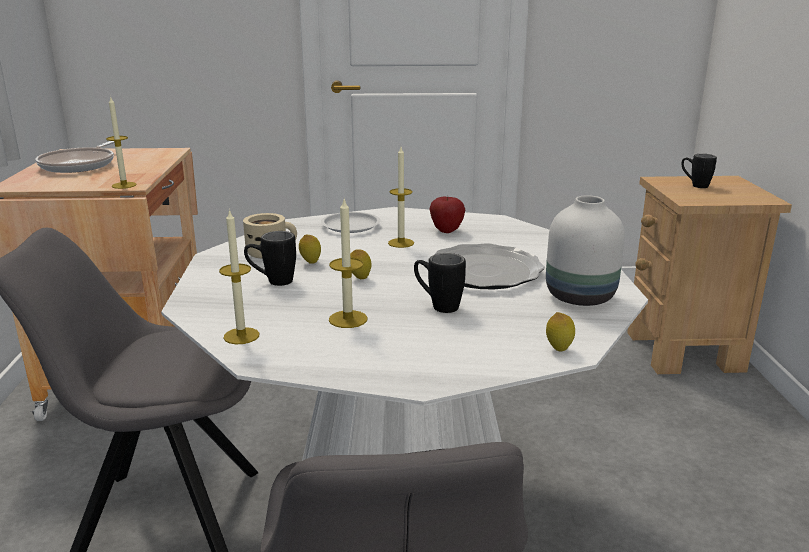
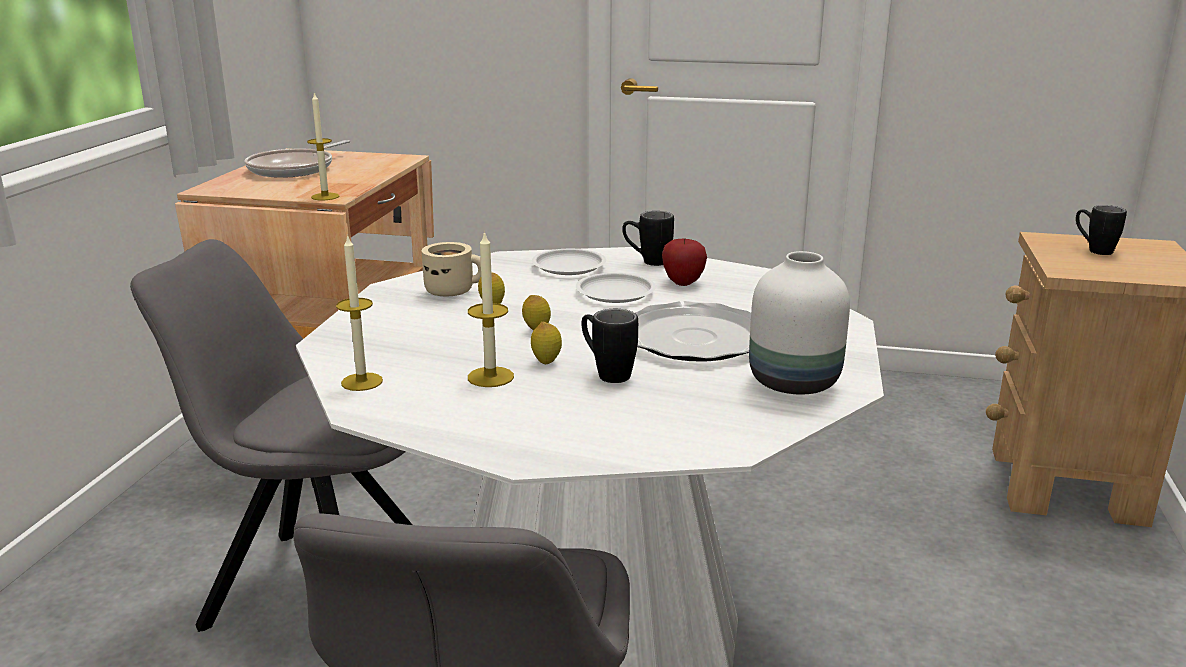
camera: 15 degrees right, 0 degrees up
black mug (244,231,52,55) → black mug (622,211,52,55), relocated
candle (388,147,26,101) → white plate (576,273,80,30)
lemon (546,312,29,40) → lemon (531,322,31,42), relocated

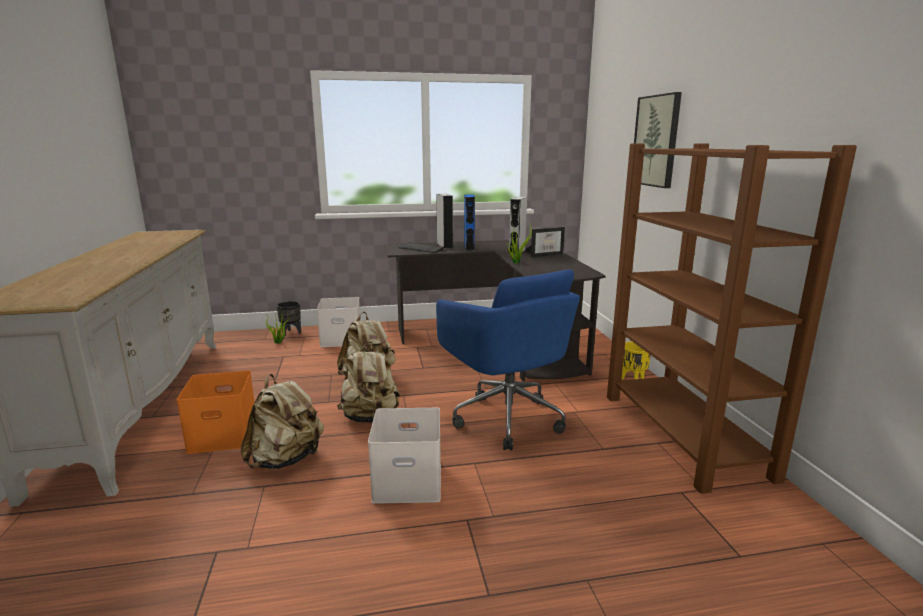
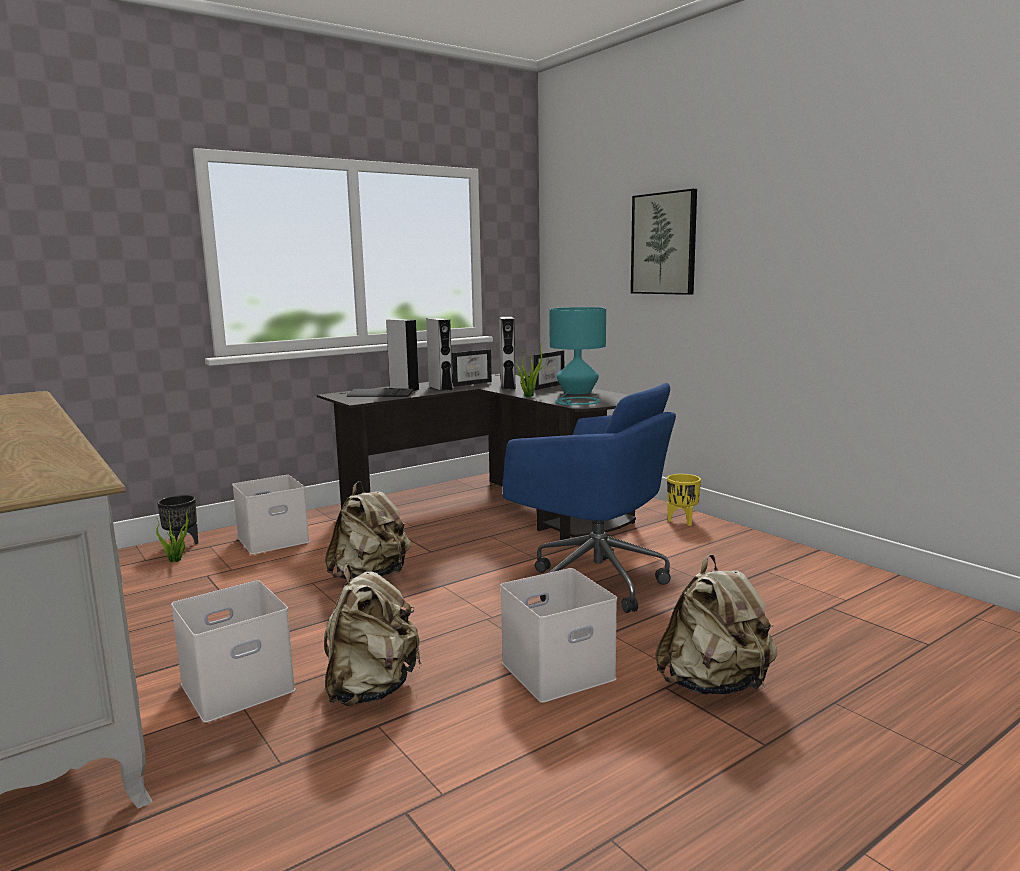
camera: 25 degrees left, 5 degrees down
orange storage box (176,371,78,83) → white storage box (171,580,125,143)
beige backpack (337,342,63,81) → beige backpack (655,554,122,141), relocated
blue speaker (464,195,11,56) → grey speaker (426,318,27,73)
brown bookcase (607,143,250,351) → -
- → picture frame (452,349,40,38)
- → turquoise table lamp (549,307,57,98)

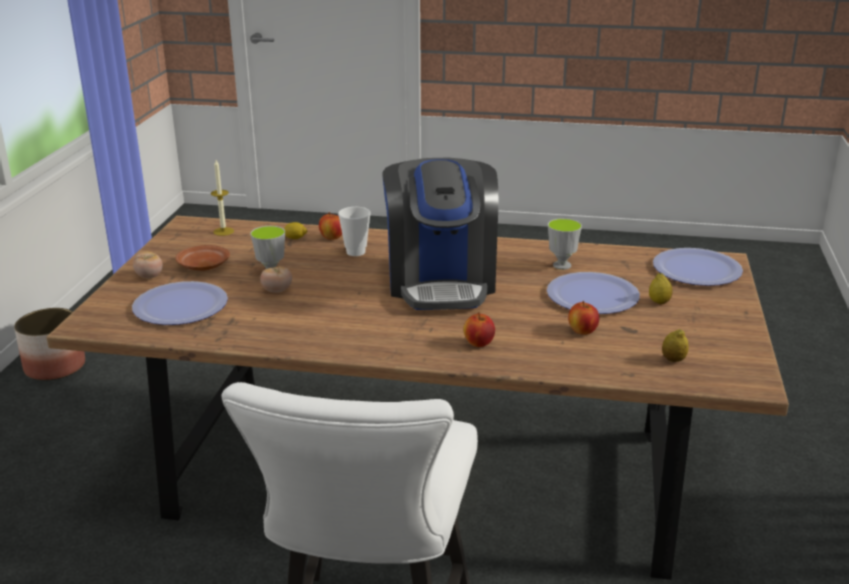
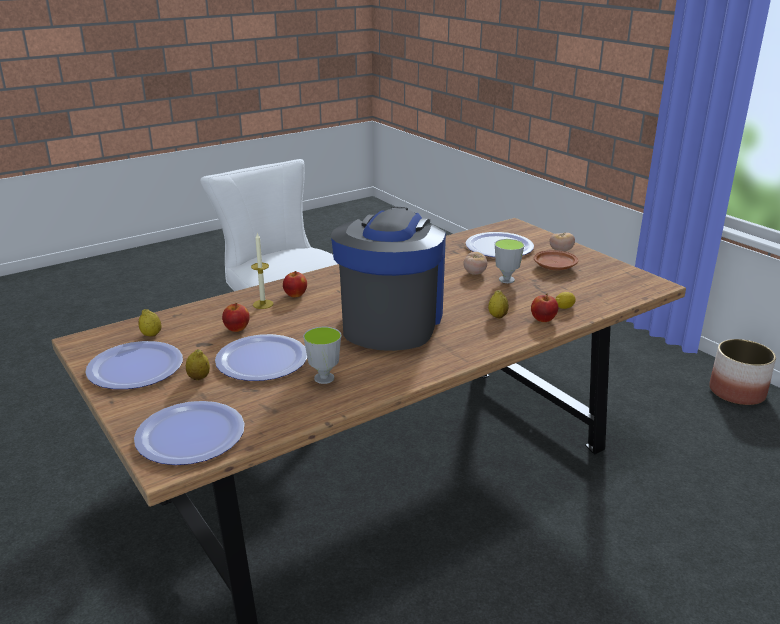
camera: 135 degrees right, 0 degrees up
candle (211,160,23,76) → candle (251,233,23,76), relocated
cup (338,207,33,49) → lemon (488,290,21,28)
coffee machine (382,158,116,152) → coffee machine (331,206,115,145), 60 degrees clockwise
- → plate (85,341,98,48)

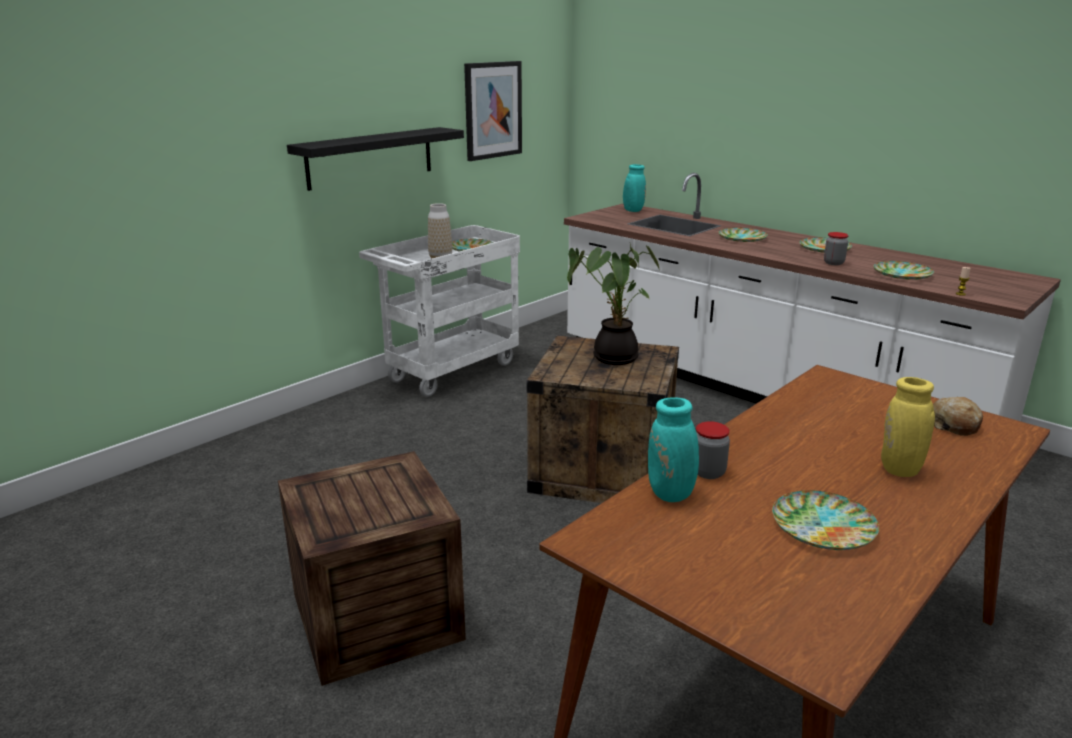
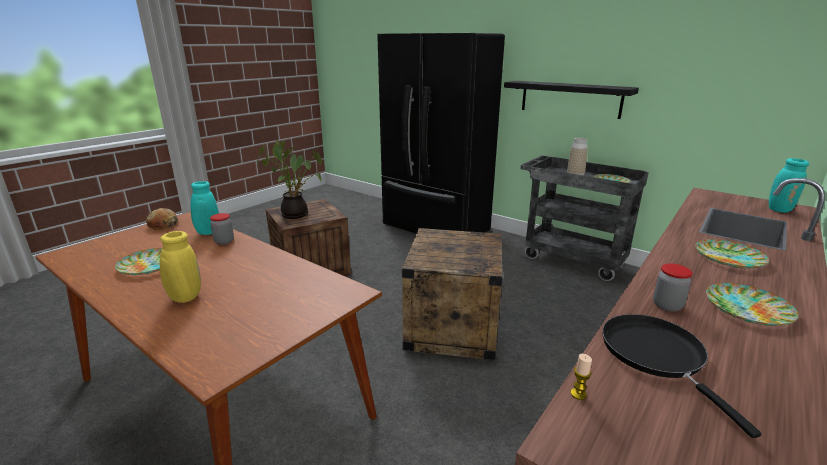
camera: 85 degrees right, 0 degrees up
white cart (359,225,161,172) → black cart (520,155,129,126)
picture (464,61,58,100) → -
potted plant (567,244,94,121) → potted plant (257,140,65,79), relocated
plate (874,261,60,19) → black frying pan (602,314,159,124)
bread (933,397,50,39) → bread (146,208,32,22), relocated
- → black fridge (377,33,128,201)

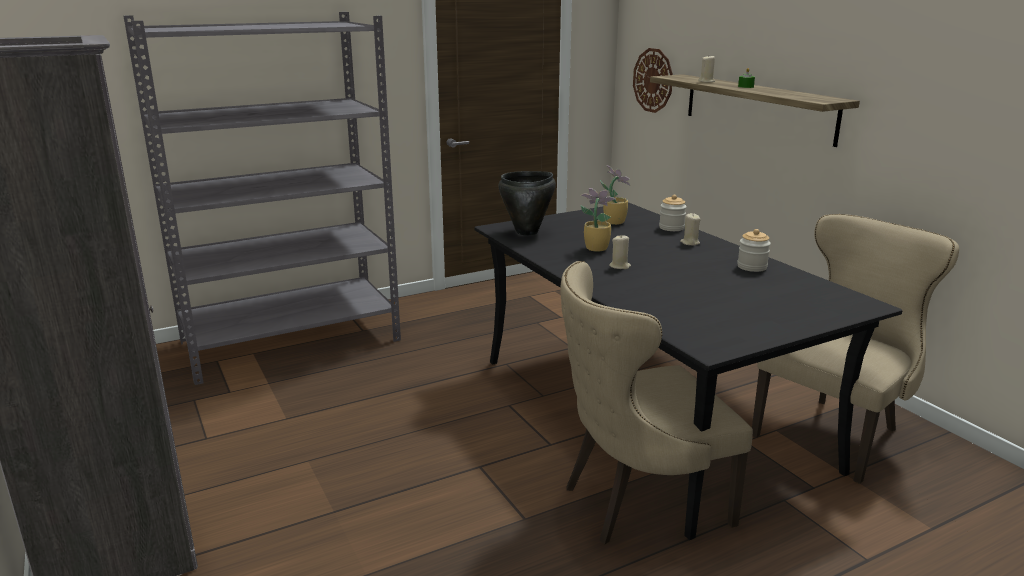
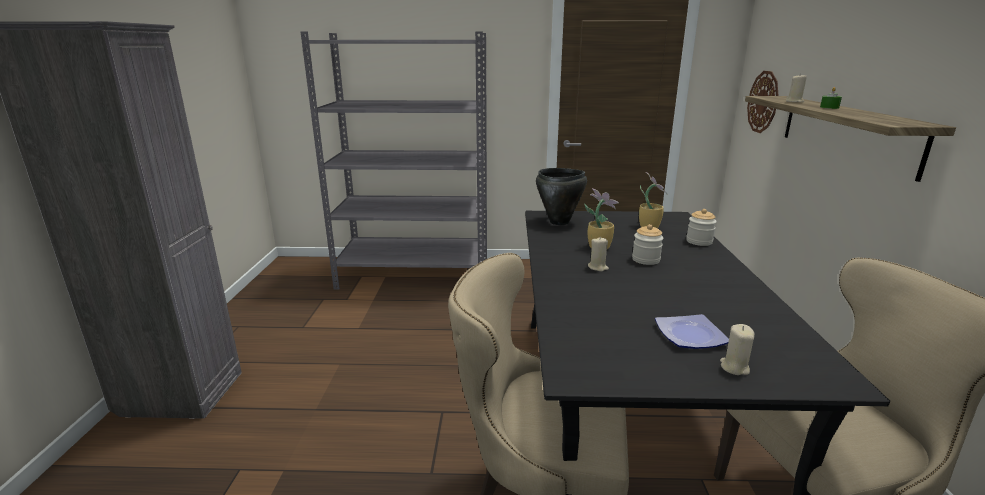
camera: 30 degrees right, 0 degrees up
beige candle (680,213,21,32) → beige candle (720,324,35,51), relocated
jar (737,229,34,43) → jar (632,224,31,41), relocated
- → plate (655,314,74,35)

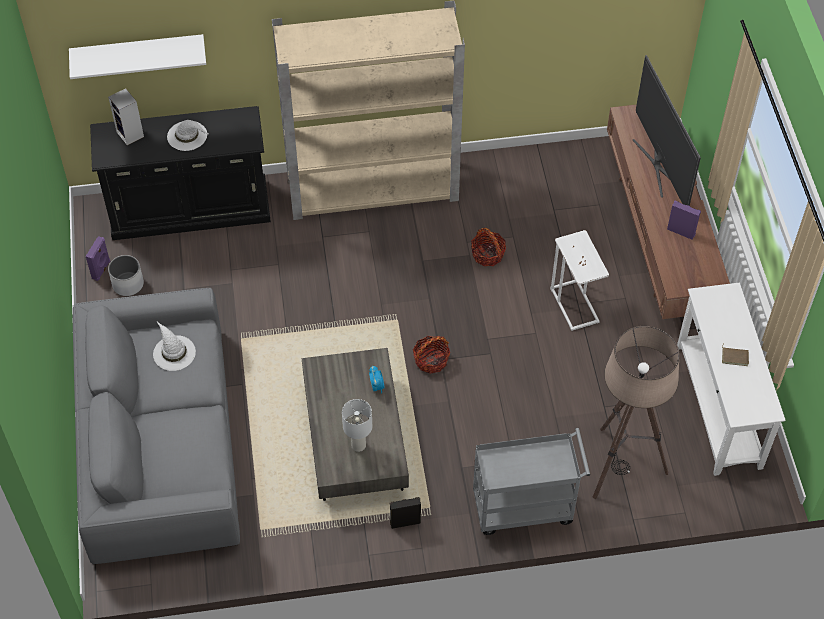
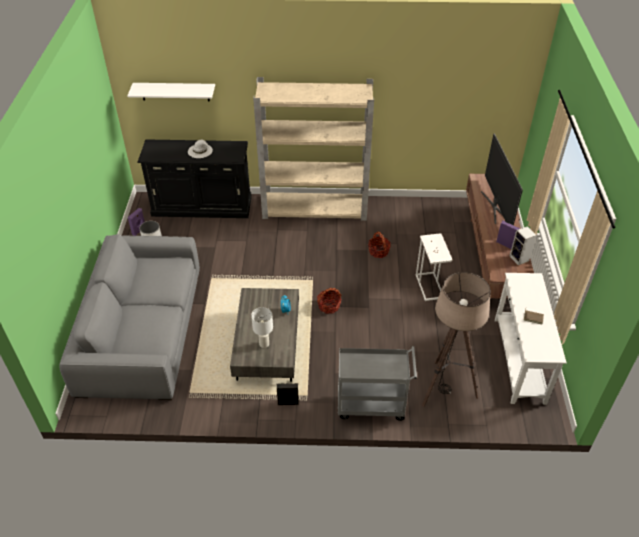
camera: 10 degrees right, 10 degrees down
speaker (108,88,36,57) → speaker (509,226,28,39), relocated
white hat (153,321,43,50) → -

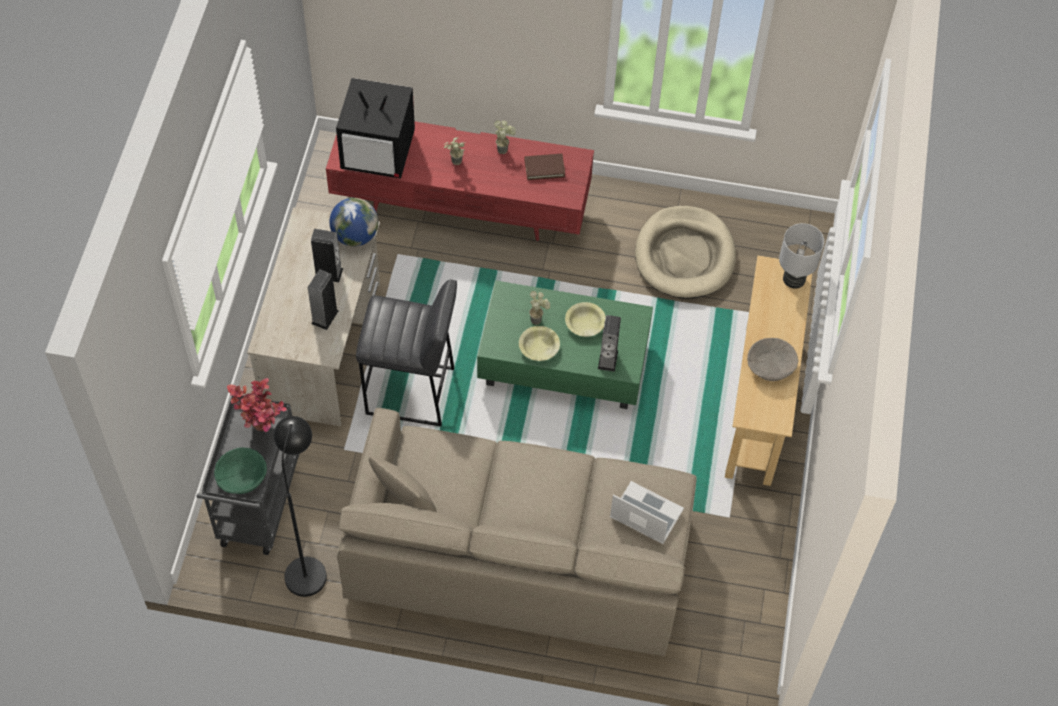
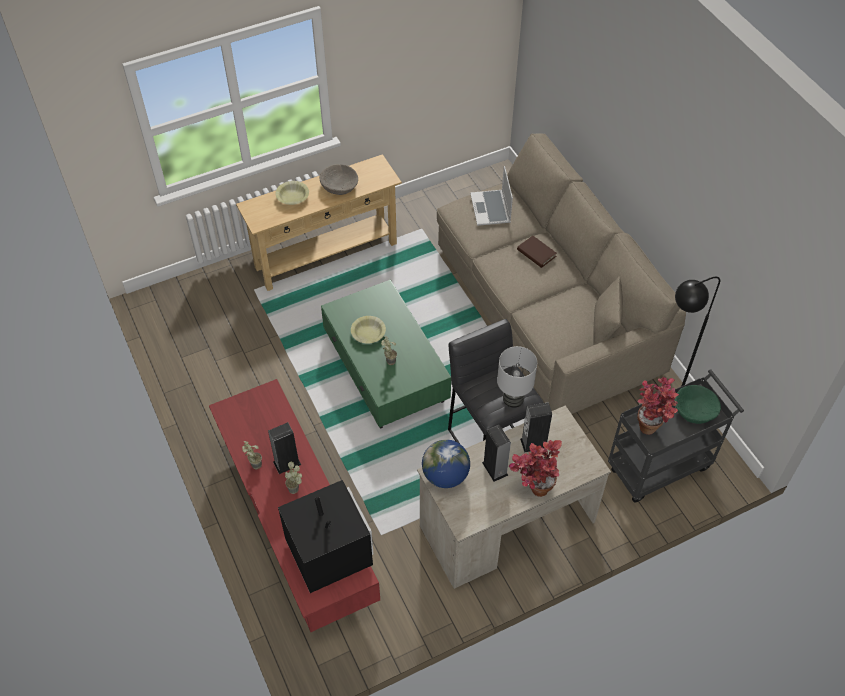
camera: 125 degrees left, 5 degrees down
yellow bowl (519,326,41,35) → yellow bowl (276,181,33,24), relocated
brown book (524,154,41,26) → brown book (517,235,40,33), relocated
speaker (598,315,23,57) → speaker (268,422,33,52), relocated
beige dog bed (635,206,101,93) → -
grey table lamp (779,223,45,66) → grey table lamp (497,346,40,62), relocated
- → potted plant (509,440,53,57)

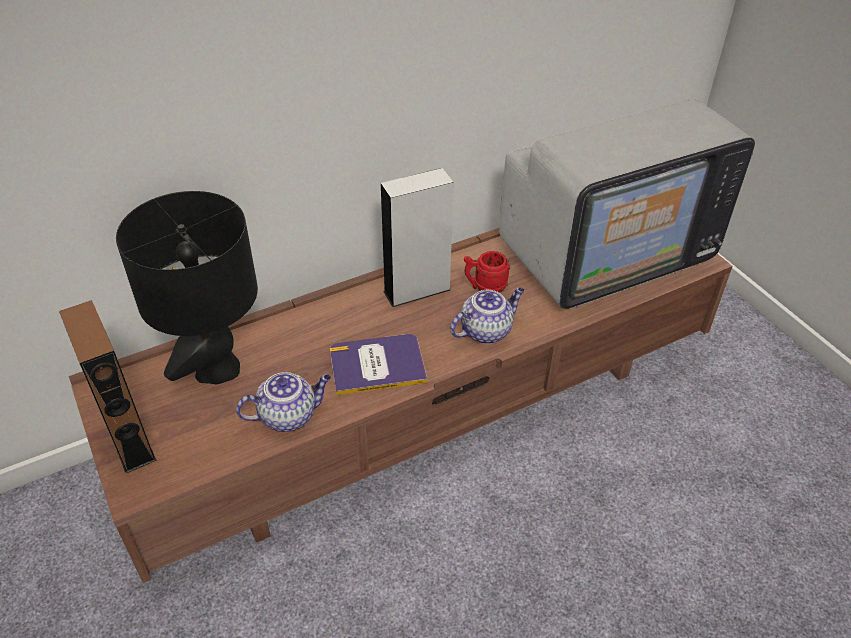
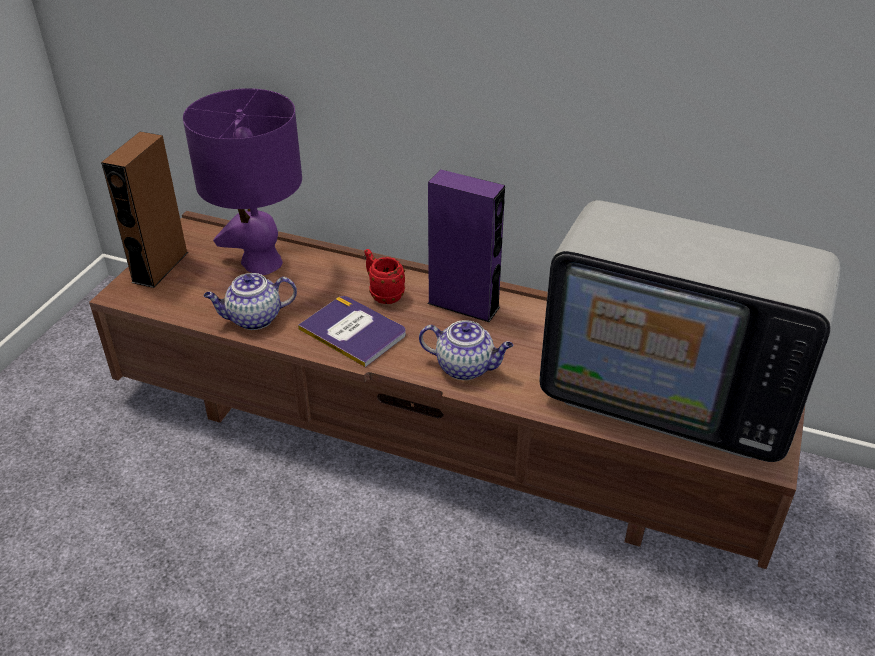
camera: 50 degrees right, 5 degrees down
black table lamp (116,191,142,193) → purple table lamp (183,88,119,187)
teapot (236,372,95,60) → teapot (203,273,94,57), 135 degrees clockwise
grey speaker (381,168,73,139) → purple speaker (427,169,78,153)
red mug (464,251,46,42) → red mug (364,249,41,55), relocated

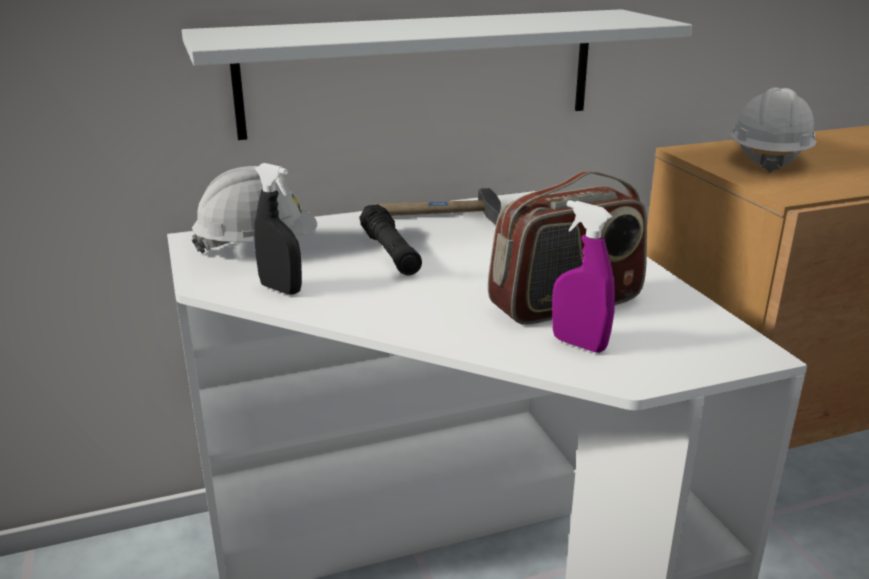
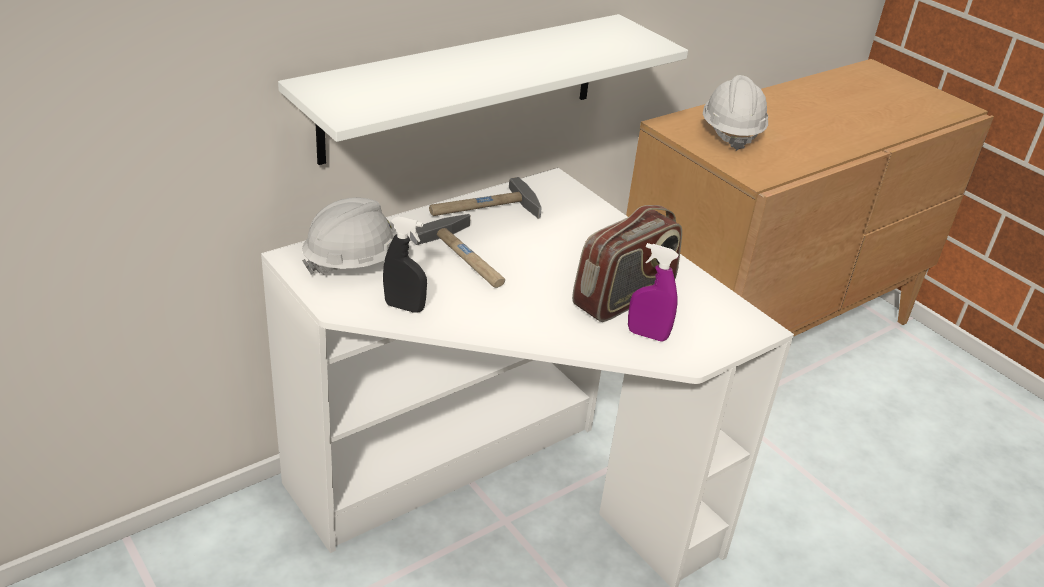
camera: 20 degrees left, 10 degrees up
black flashlight (359,204,63,71) → hammer (410,214,95,74)

